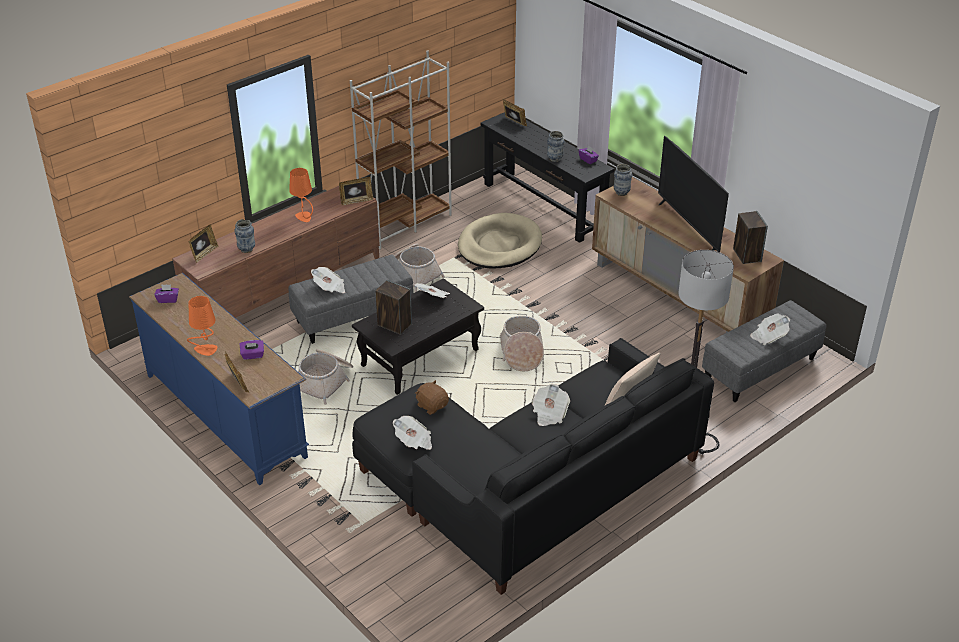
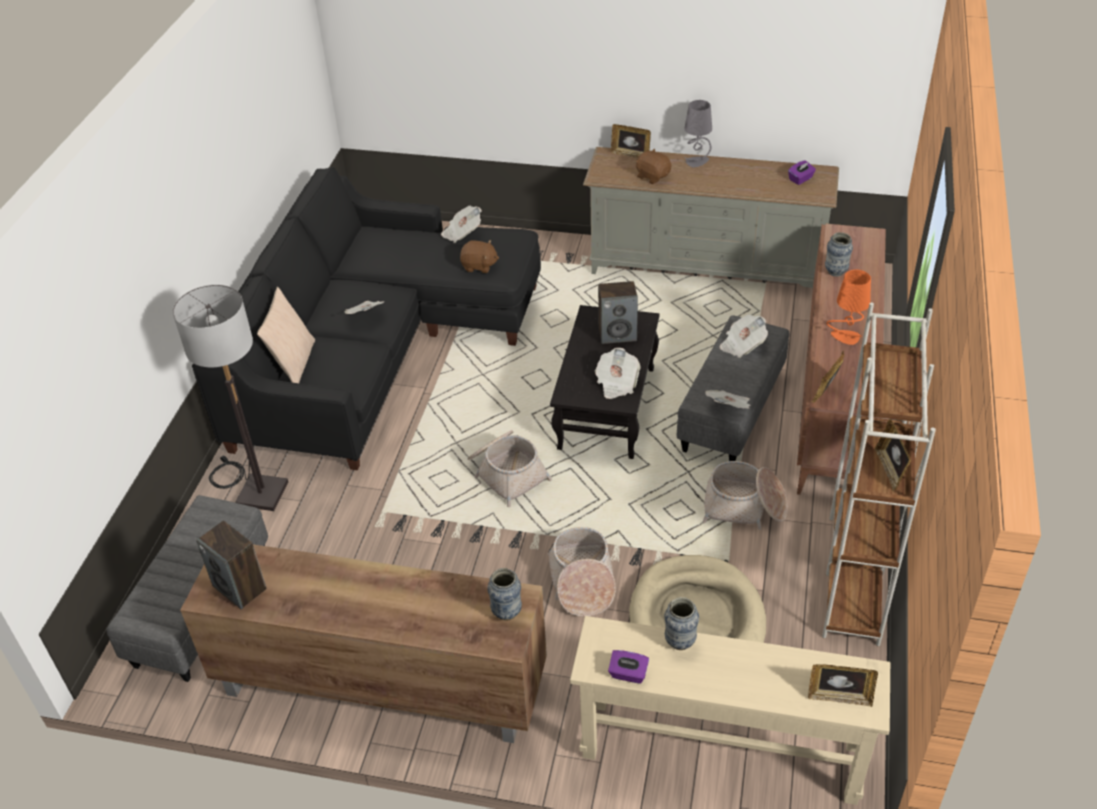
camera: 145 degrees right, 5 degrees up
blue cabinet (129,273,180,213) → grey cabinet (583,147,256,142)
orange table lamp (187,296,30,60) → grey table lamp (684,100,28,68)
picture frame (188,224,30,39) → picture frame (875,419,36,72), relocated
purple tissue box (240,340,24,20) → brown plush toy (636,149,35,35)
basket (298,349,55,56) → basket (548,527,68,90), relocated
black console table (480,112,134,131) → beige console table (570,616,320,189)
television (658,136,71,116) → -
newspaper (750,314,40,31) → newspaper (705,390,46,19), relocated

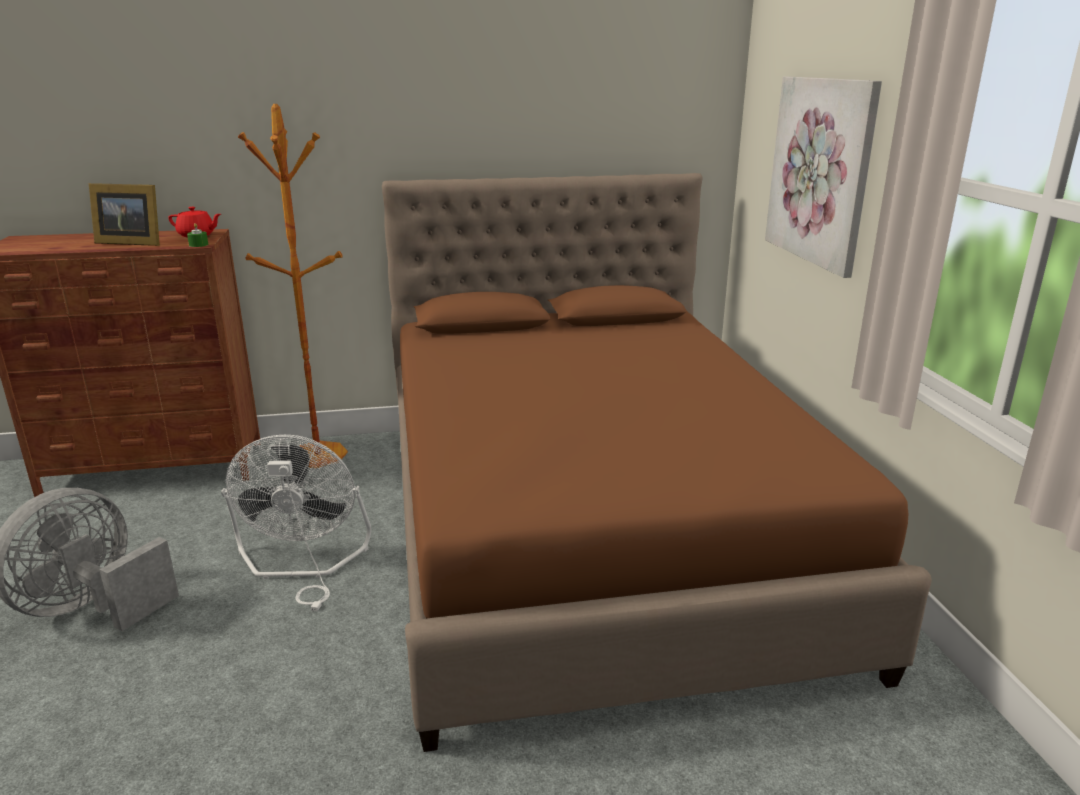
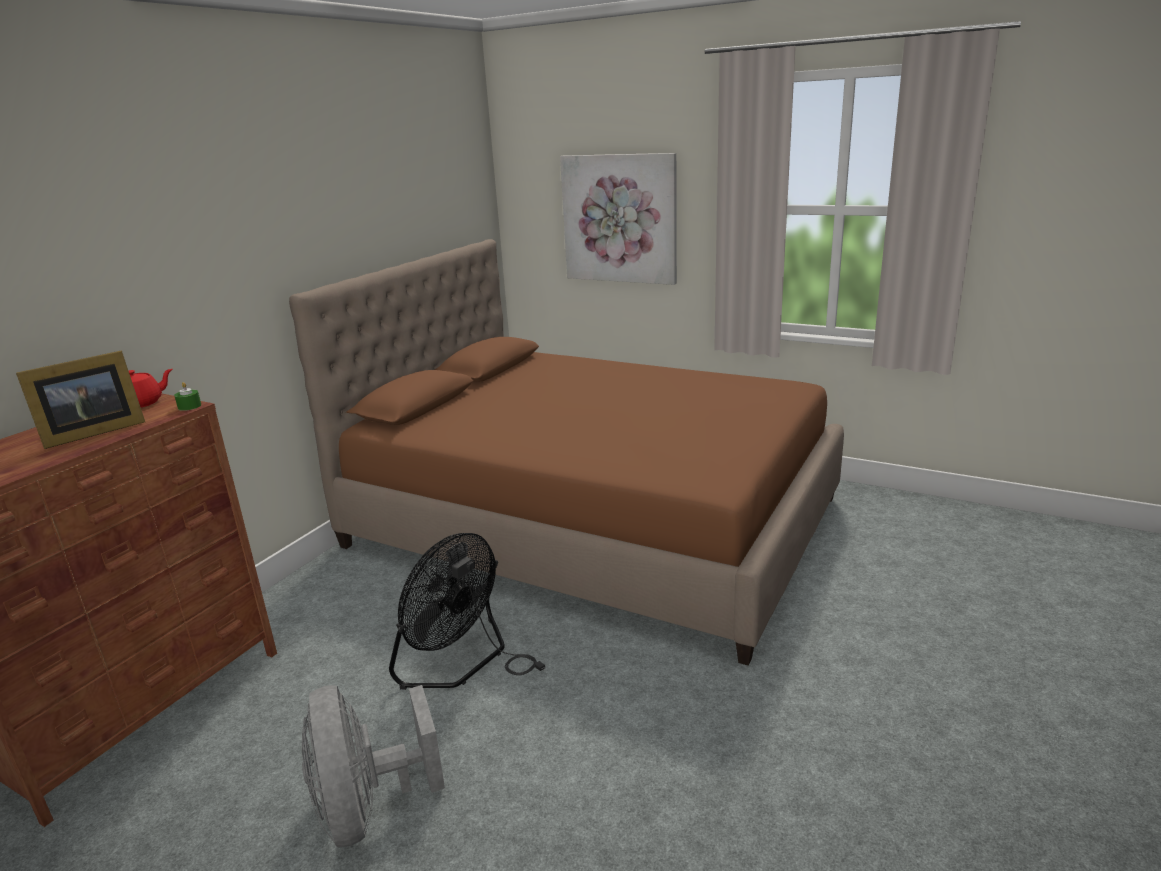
camera: 50 degrees left, 0 degrees up
white fan (221,435,150,176) → black fan (389,533,156,157)
orange clothes rack (238,104,110,364) → -

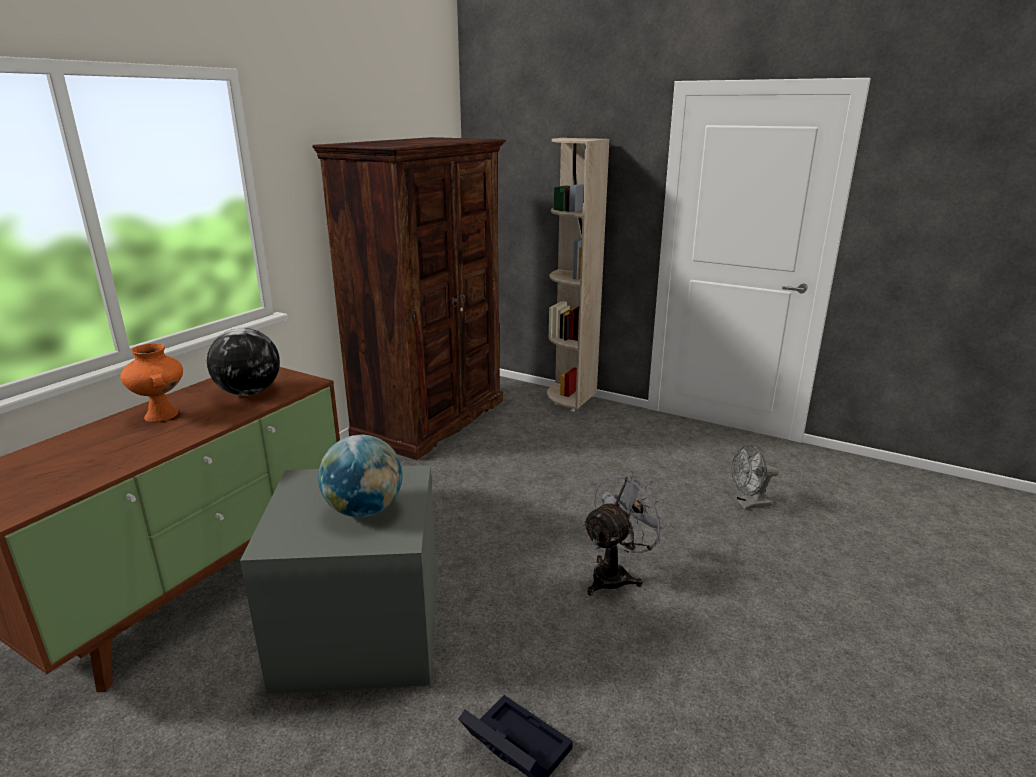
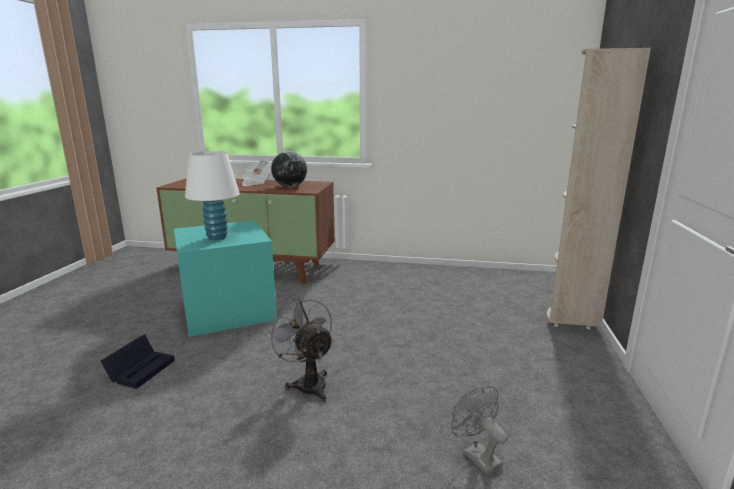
camera: 70 degrees right, 5 degrees down
orange vase (120,344,63,78) → newspaper (241,160,31,26)
grey storage box (240,465,197,229) → turquoise storage box (174,220,103,117)
brown wardrobe (312,137,194,323) → -
globe (318,435,84,82) → white table lamp (185,151,55,89)
grey fan (582,470,88,125) → grey fan (266,295,68,107), 150 degrees counterclockwise

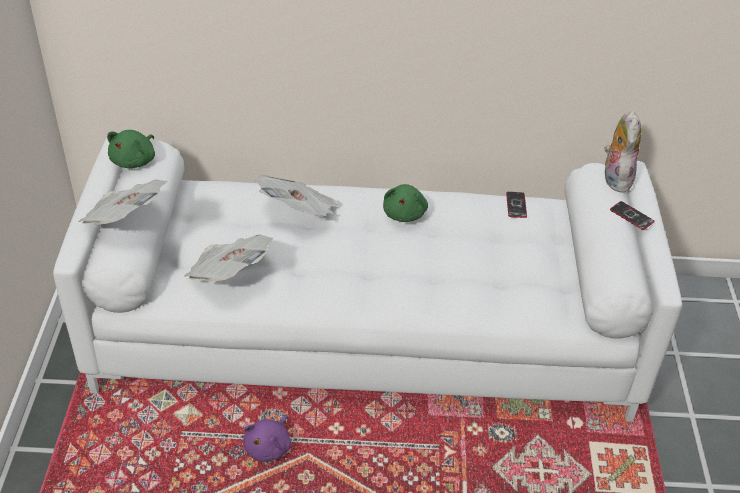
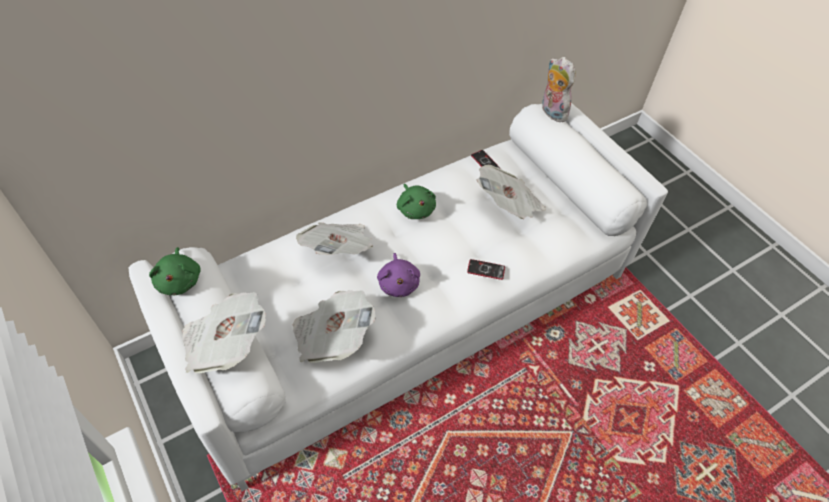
camera: 35 degrees left, 10 degrees up
purple plush toy (243,416,48,46) → purple plush toy (377,253,43,44), relocated
phone (610,201,44,29) → phone (467,259,38,21), relocated
- → newspaper (476,165,70,54)

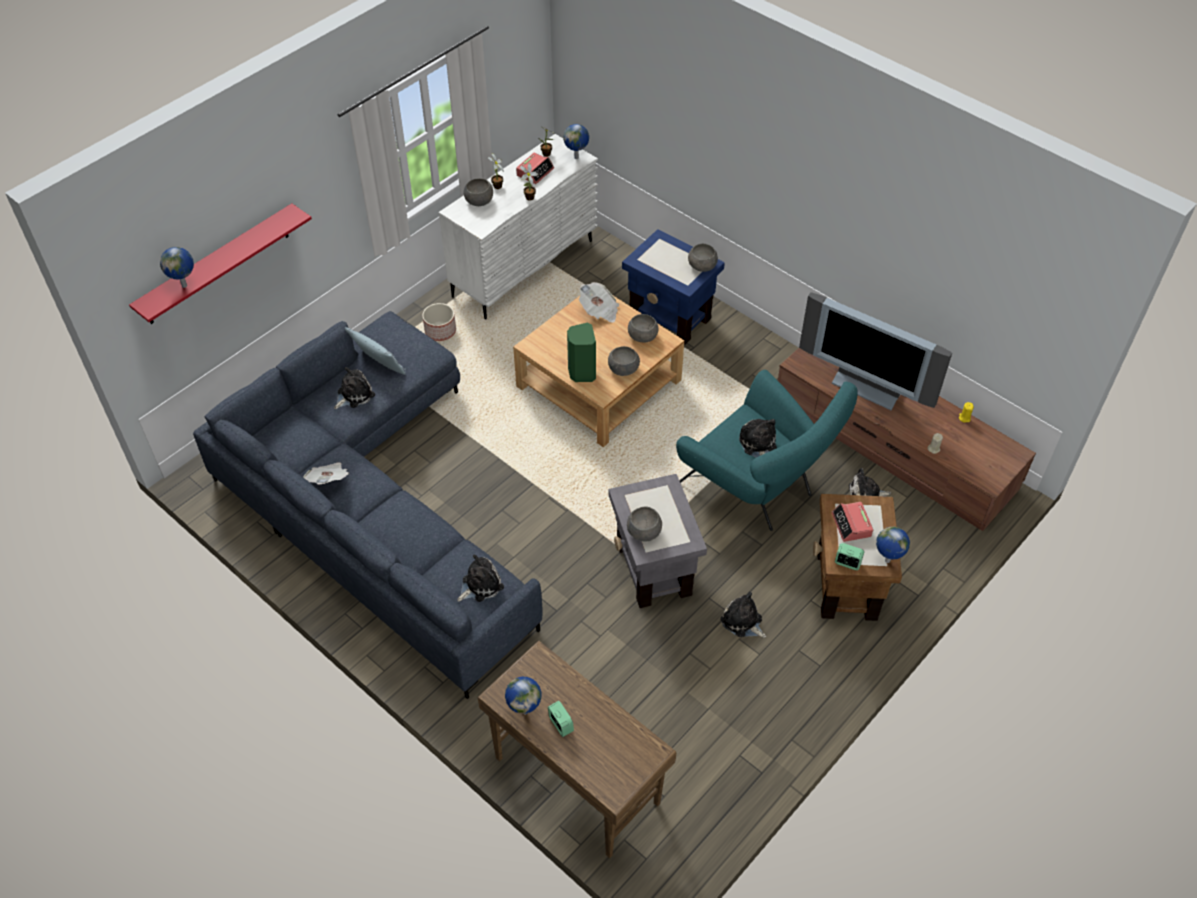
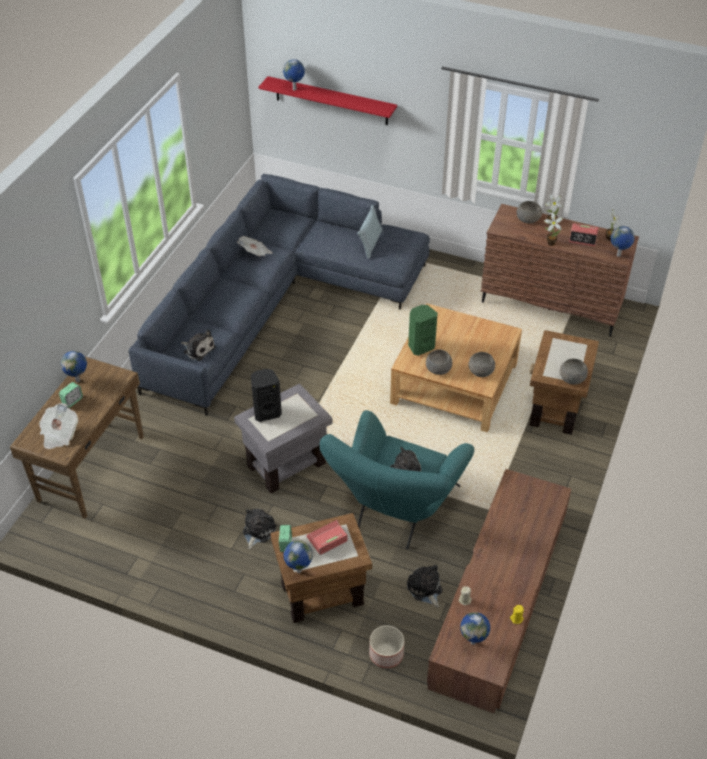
camera: 70 degrees right, 5 degrees down
plush toy (334,367,41,42) → -
planter (422,303,34,38) → planter (369,625,35,43), relocated
white dresser (439,134,159,186) → brown dresser (481,204,158,133)
newspaper (579,282,40,41) → newspaper (39,403,39,46), relocated
blue side table (622,229,103,116) → brown side table (530,330,69,105)
grey bowl (627,507,35,34) → black speaker (251,369,31,53)
television (799,292,153,118) → -
- → globe (460,612,30,33)

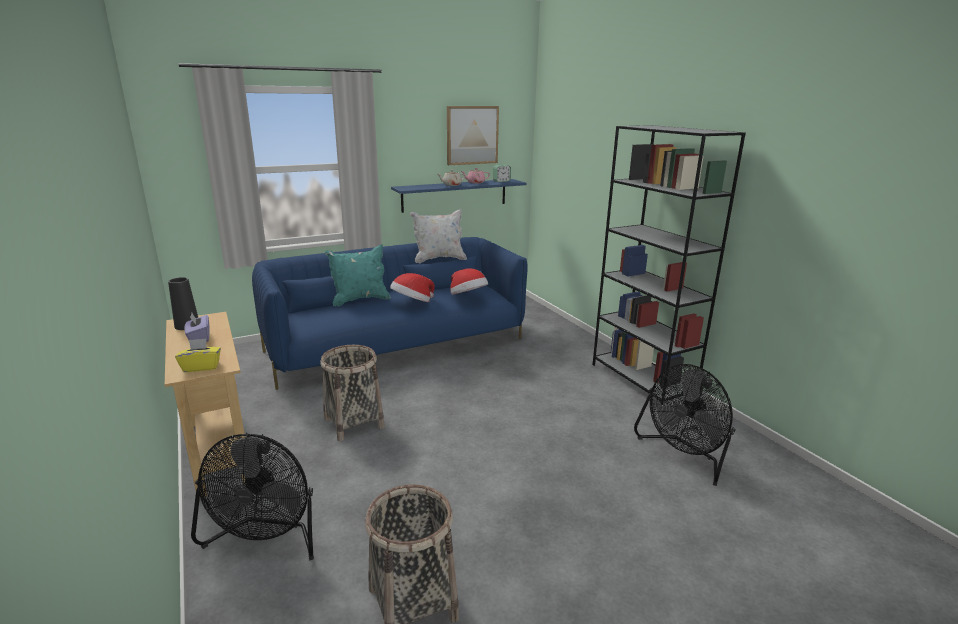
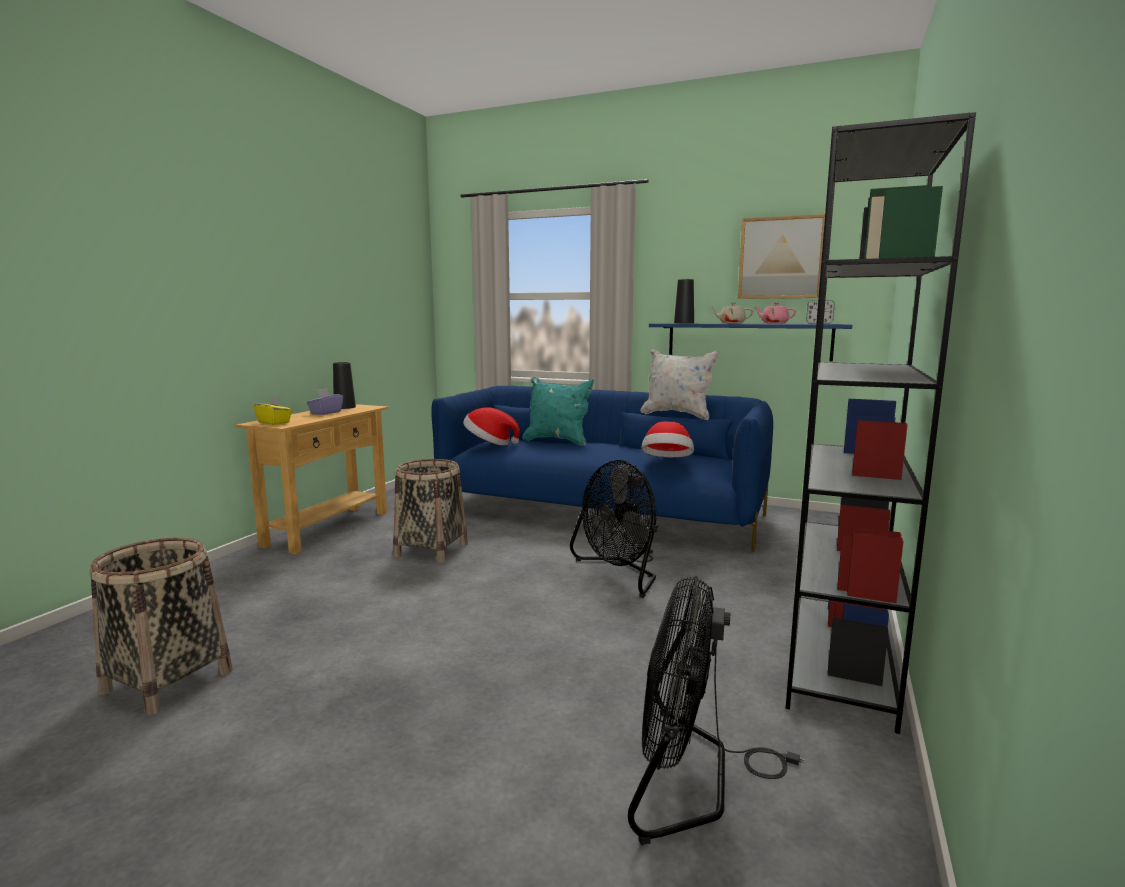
camera: 50 degrees right, 10 degrees down
black fan (191,433,123,128) → black fan (570,460,88,138), relocated
hat (390,273,45,29) → hat (463,407,57,39), relocated
- → black vase (674,279,20,44)

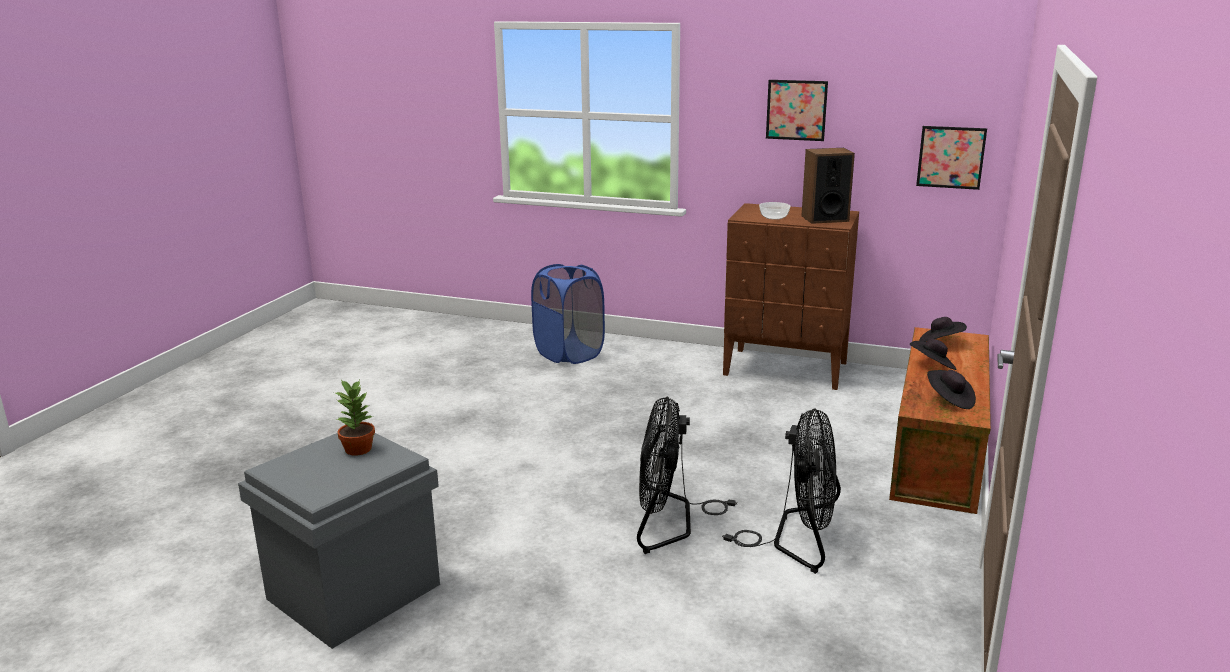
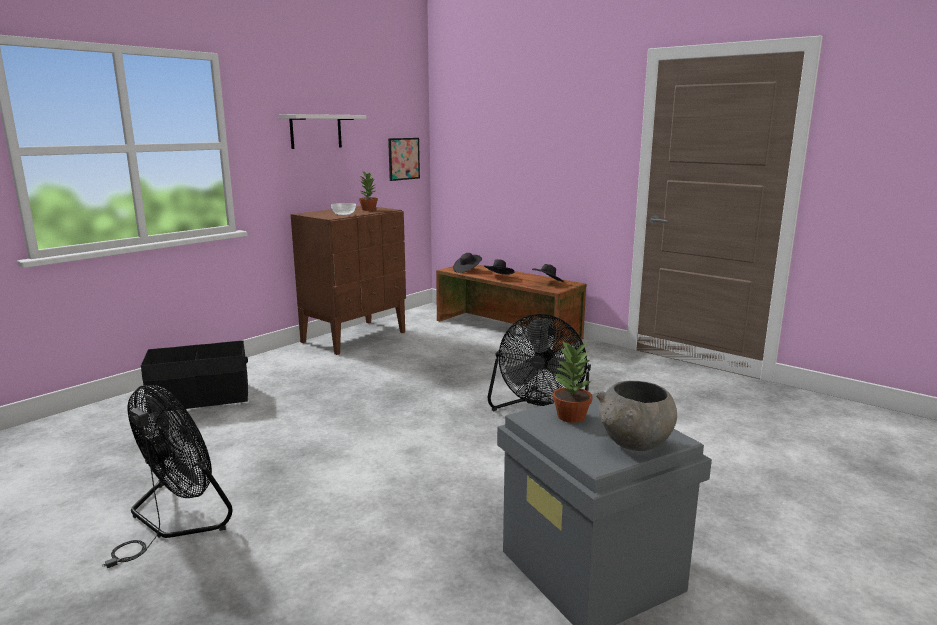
camera: 70 degrees left, 5 degrees down
blue laundry basket (531,264,74,100) → black storage box (141,340,107,73)
black fan (723,409,118,165) → black fan (102,385,130,183), relocated
picture (766,80,62,61) → white shelf (278,114,88,35)
speaker (802,148,53,76) → potted plant (359,171,19,40)
- → grey bowl (596,381,81,70)

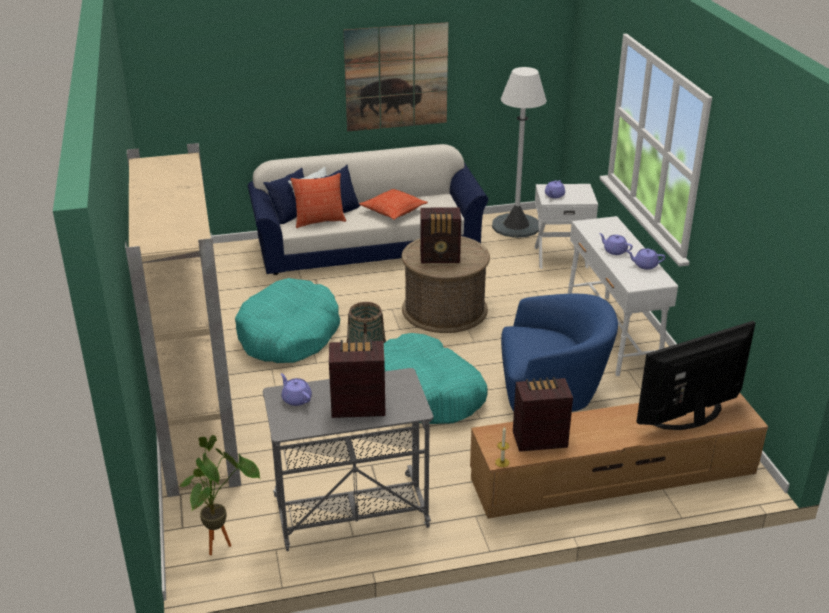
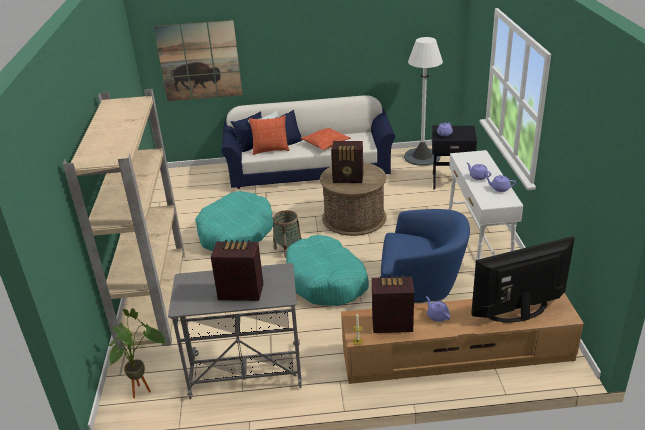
camera: 10 degrees right, 0 degrees up
purple teapot (281,373,31,33) → purple teapot (426,296,24,26), relocated
picture (343,22,105,109) → picture (153,20,90,81), relocated
white side table (535,184,63,85) → black side table (432,126,45,63)

